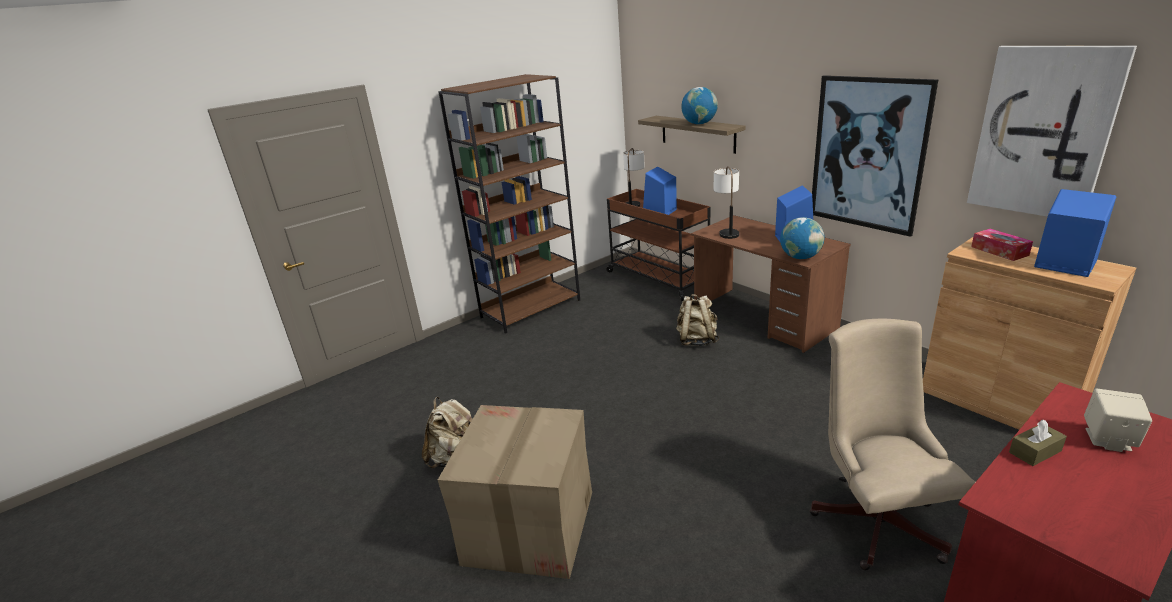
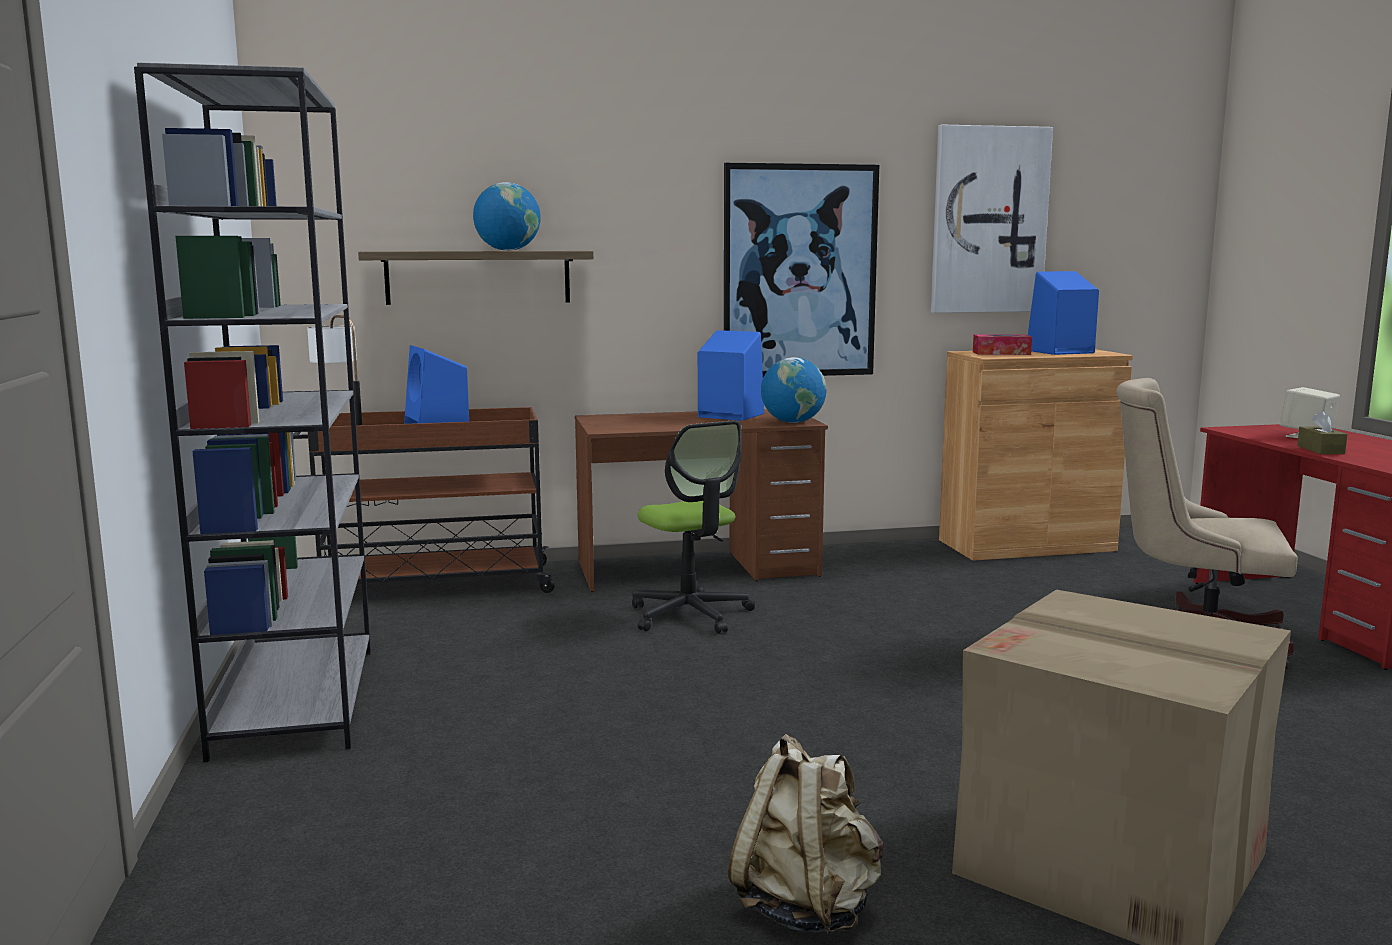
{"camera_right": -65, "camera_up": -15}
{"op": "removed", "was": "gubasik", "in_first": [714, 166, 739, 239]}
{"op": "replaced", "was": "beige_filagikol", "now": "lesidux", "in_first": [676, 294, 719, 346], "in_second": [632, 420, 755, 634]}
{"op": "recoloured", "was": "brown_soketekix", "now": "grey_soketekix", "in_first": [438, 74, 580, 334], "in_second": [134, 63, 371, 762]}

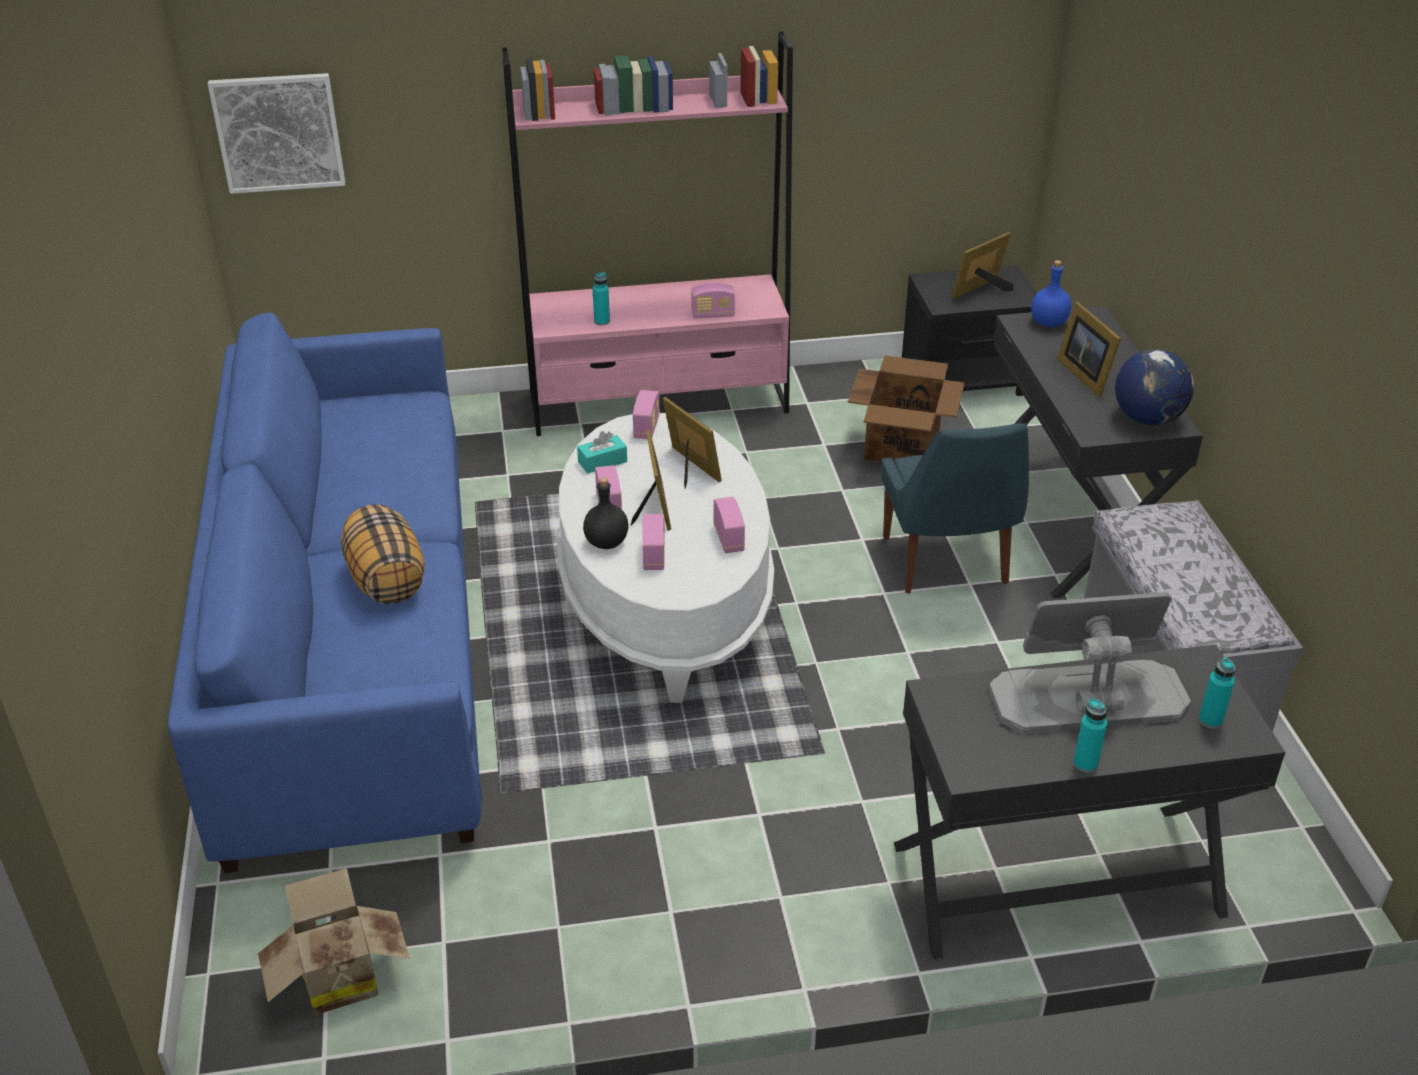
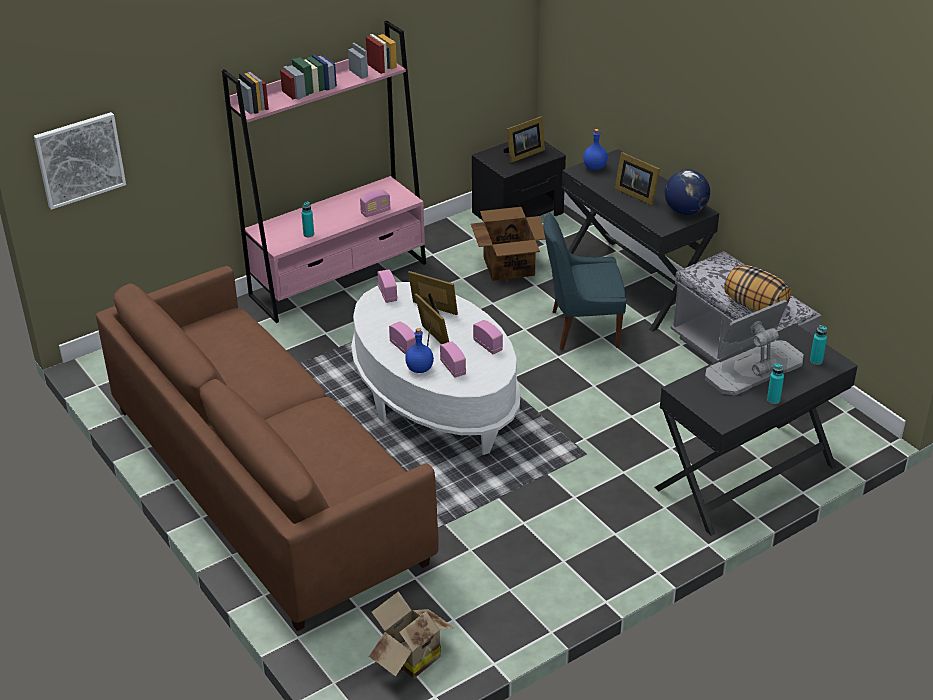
{"camera_right": -25, "camera_up": 0}
{"op": "removed", "was": "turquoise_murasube", "in_first": [577, 431, 627, 473]}
{"op": "moved", "was": "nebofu", "in_first": [341, 504, 425, 604], "in_second": [724, 265, 791, 311]}
{"op": "recoloured", "was": "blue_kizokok", "now": "brown_kizokok", "in_first": [168, 312, 482, 873], "in_second": [96, 266, 439, 631]}
{"op": "recoloured", "was": "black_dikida", "now": "blue_dikida", "in_first": [583, 478, 629, 549], "in_second": [405, 328, 434, 373]}
{"op": "turned", "was": "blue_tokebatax", "in_first": [881, 423, 1029, 593], "in_second": [543, 212, 626, 350], "clockwise": 120}
{"op": "turned", "was": "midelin", "in_first": [952, 232, 1013, 299], "in_second": [503, 116, 545, 163], "clockwise": -150}

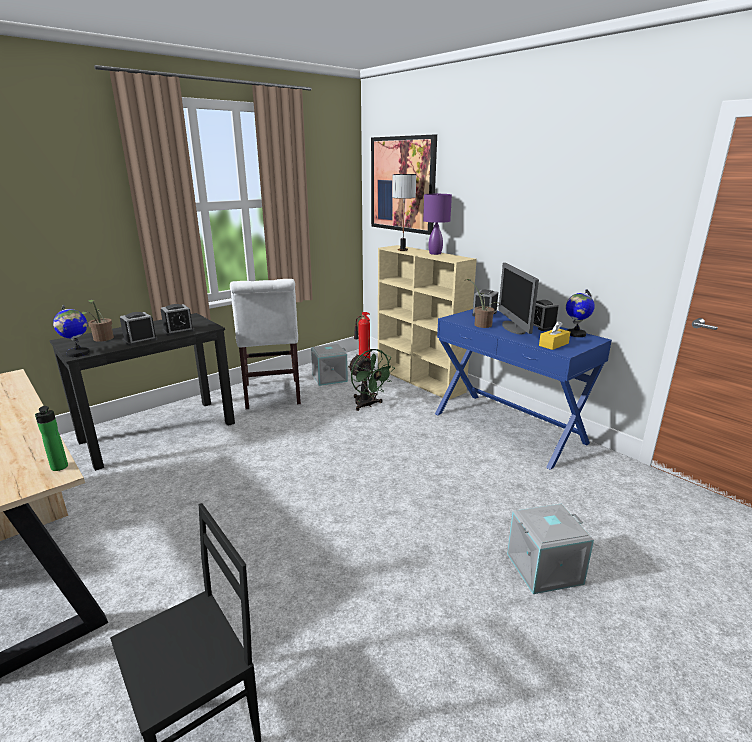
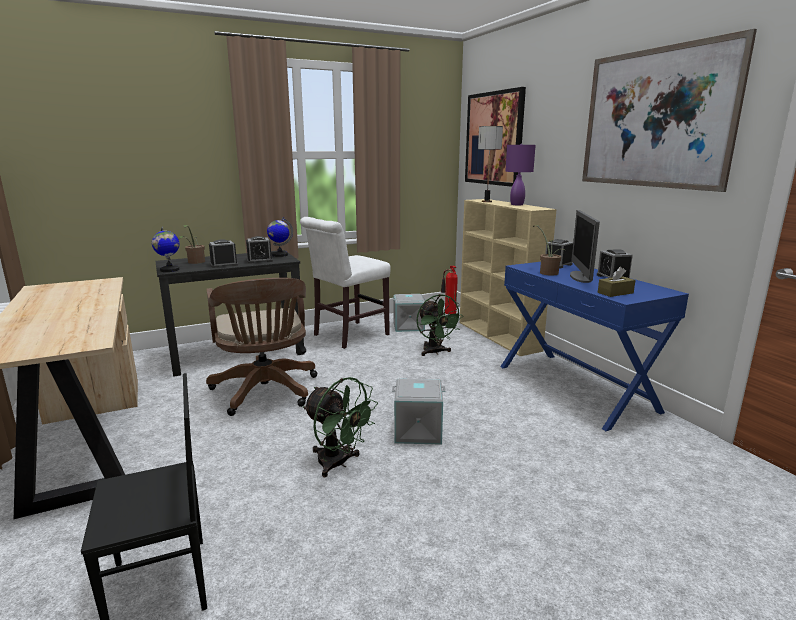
{"camera_right": 15, "camera_up": -5}
{"op": "removed", "was": "dikida", "in_first": [35, 406, 68, 471]}
{"op": "added", "now": "brown_lesidux", "in_second": [206, 278, 317, 416]}
{"op": "added", "now": "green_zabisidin", "in_second": [303, 377, 378, 477]}
{"op": "added", "now": "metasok", "in_second": [582, 29, 757, 192]}
{"op": "moved", "was": "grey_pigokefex", "in_first": [507, 504, 594, 594], "in_second": [392, 379, 445, 445]}
{"op": "moved", "was": "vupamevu", "in_first": [566, 289, 595, 337], "in_second": [267, 217, 293, 257]}
{"op": "recoloured", "was": "yellow_murasube", "now": "brown_murasube", "in_first": [539, 321, 570, 350], "in_second": [598, 267, 635, 297]}
{"op": "turned", "was": "white_tokebatax", "in_first": [230, 279, 301, 409], "in_second": [300, 217, 391, 349], "clockwise": 45}

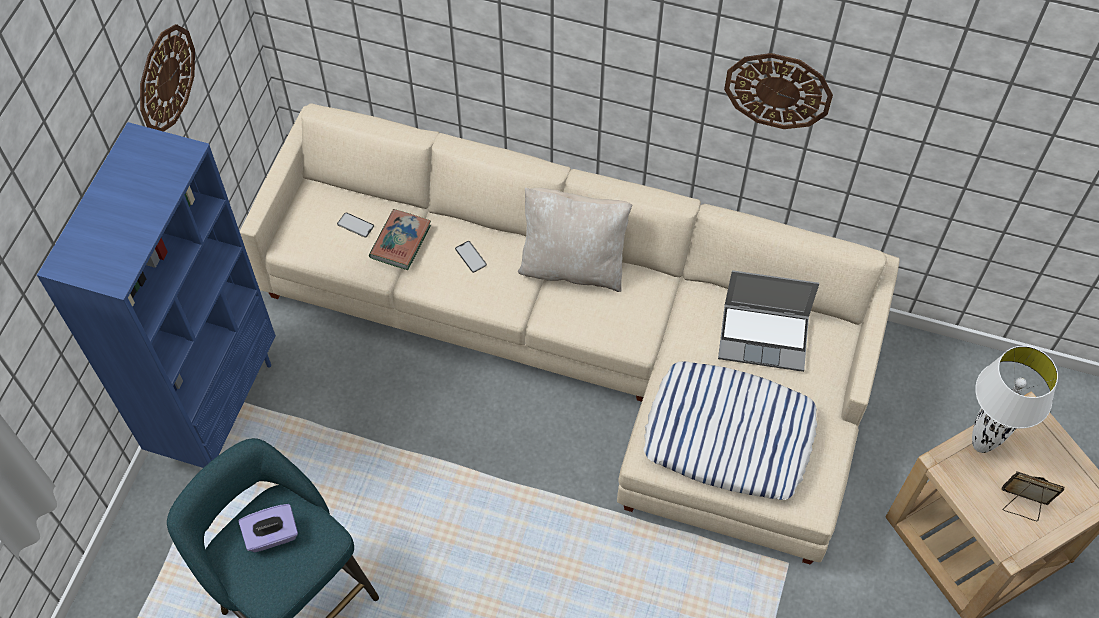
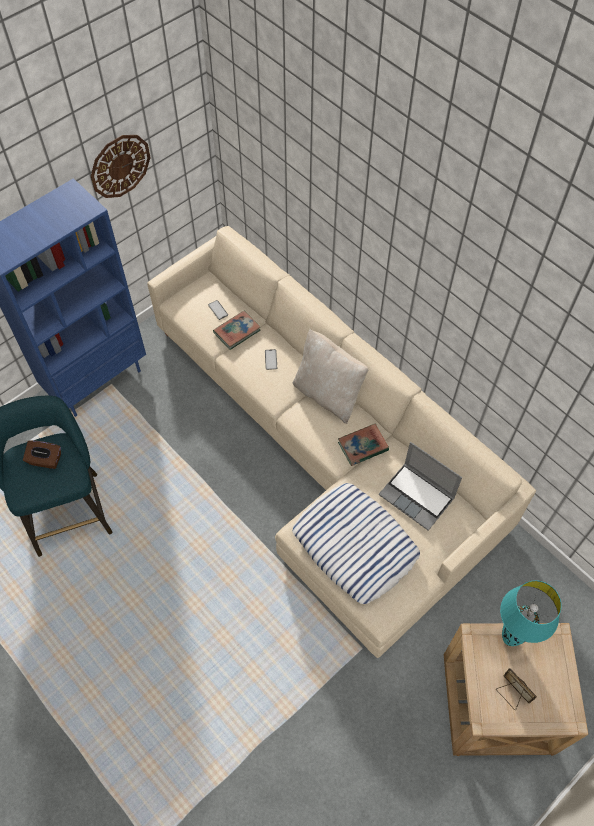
{"camera_right": 30, "camera_up": 0}
{"op": "removed", "was": "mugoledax", "in_first": [724, 53, 833, 129]}
{"op": "added", "now": "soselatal", "in_second": [338, 424, 389, 466]}
{"op": "recoloured", "was": "purple_murasube", "now": "brown_murasube", "in_first": [238, 504, 298, 552], "in_second": [23, 440, 61, 469]}
{"op": "recoloured", "was": "white_gubasik", "now": "turquoise_gubasik", "in_first": [972, 346, 1058, 453], "in_second": [500, 580, 562, 646]}

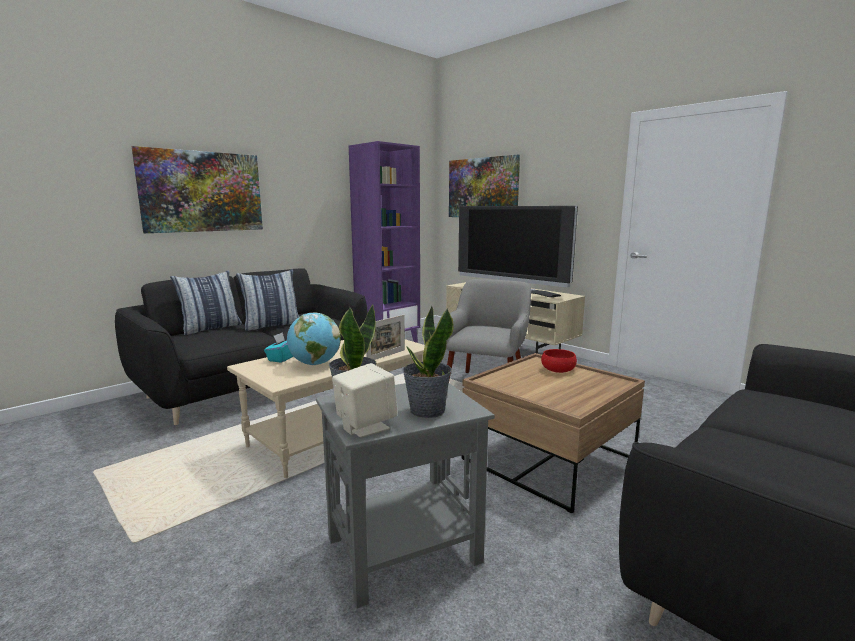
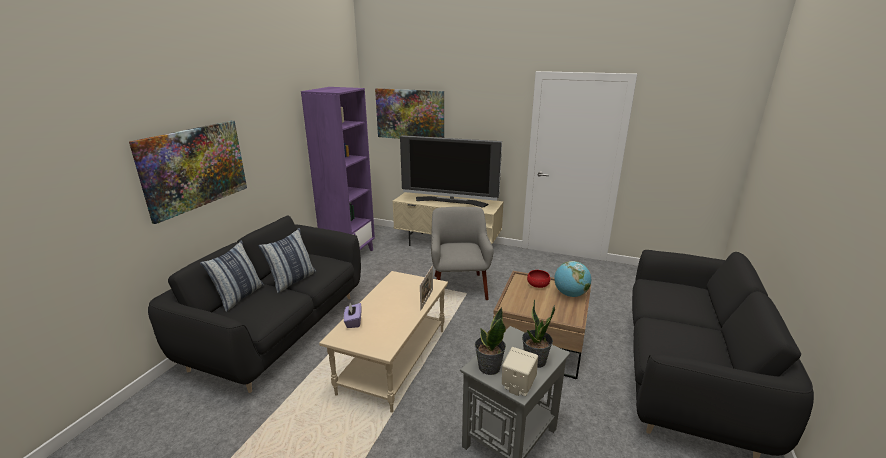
{"camera_right": -25, "camera_up": 10}
{"op": "moved", "was": "vupamevu", "in_first": [287, 312, 341, 365], "in_second": [554, 261, 591, 297]}
{"op": "recoloured", "was": "turquoise_murasube", "now": "purple_murasube", "in_first": [264, 332, 294, 363], "in_second": [344, 303, 361, 328]}

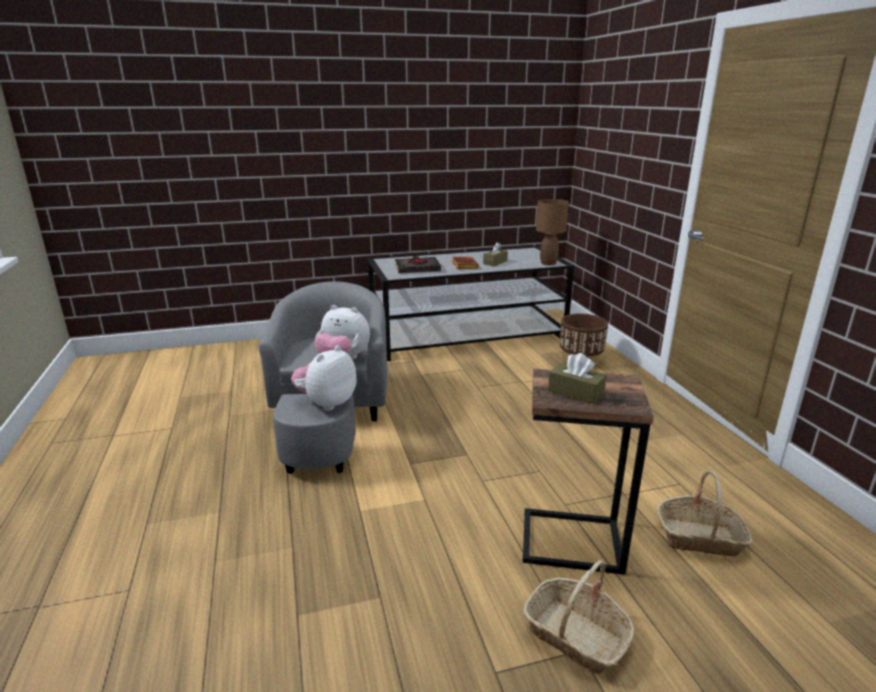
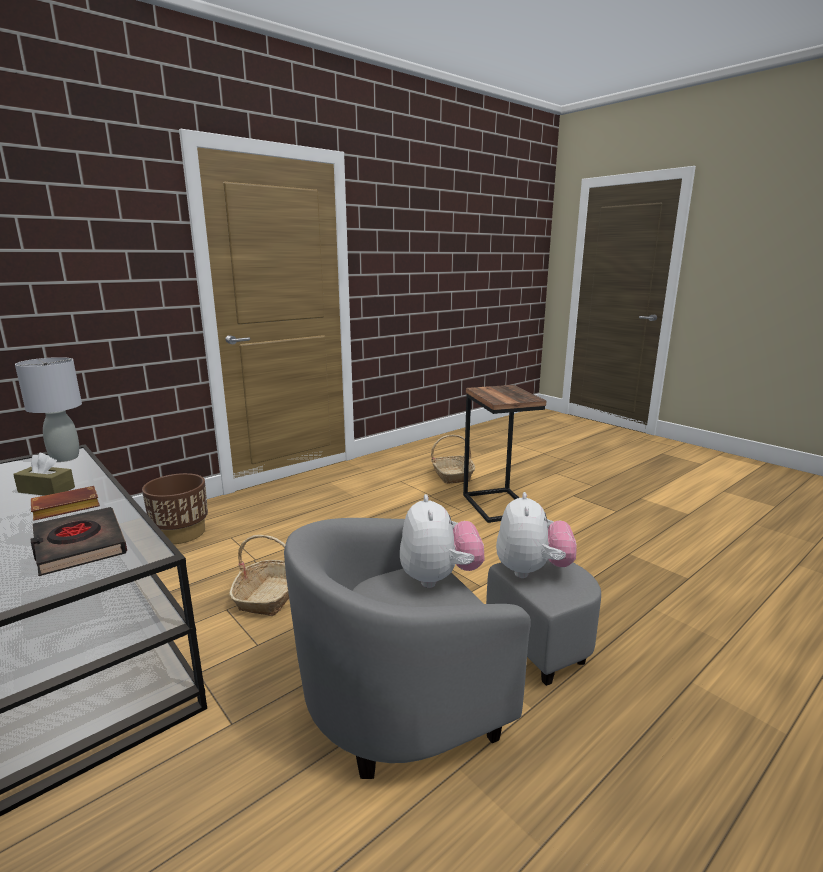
{"camera_right": -115, "camera_up": -5}
{"op": "removed", "was": "brown_murasube", "in_first": [548, 353, 607, 404]}
{"op": "moved", "was": "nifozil", "in_first": [523, 560, 635, 674], "in_second": [229, 535, 289, 616]}
{"op": "recoloured", "was": "brown_gubasik", "now": "grey_gubasik", "in_first": [536, 199, 569, 266], "in_second": [15, 357, 82, 462]}
{"op": "turned", "was": "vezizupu", "in_first": [291, 346, 357, 411], "in_second": [496, 492, 577, 578], "clockwise": -90}

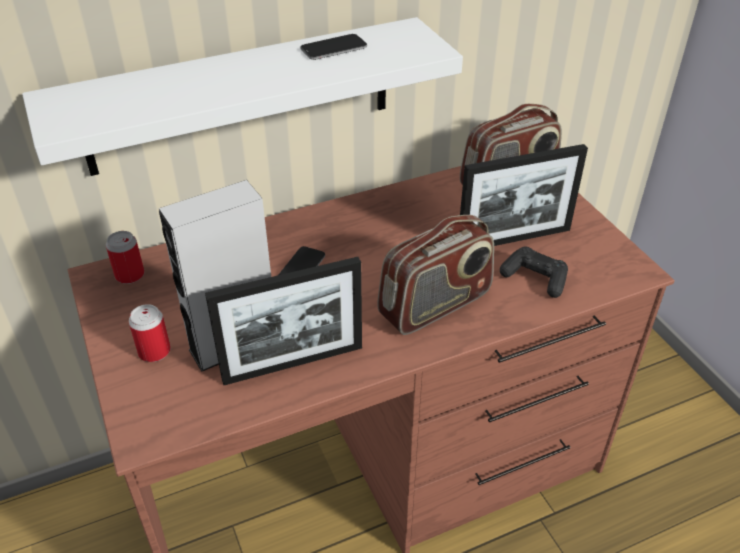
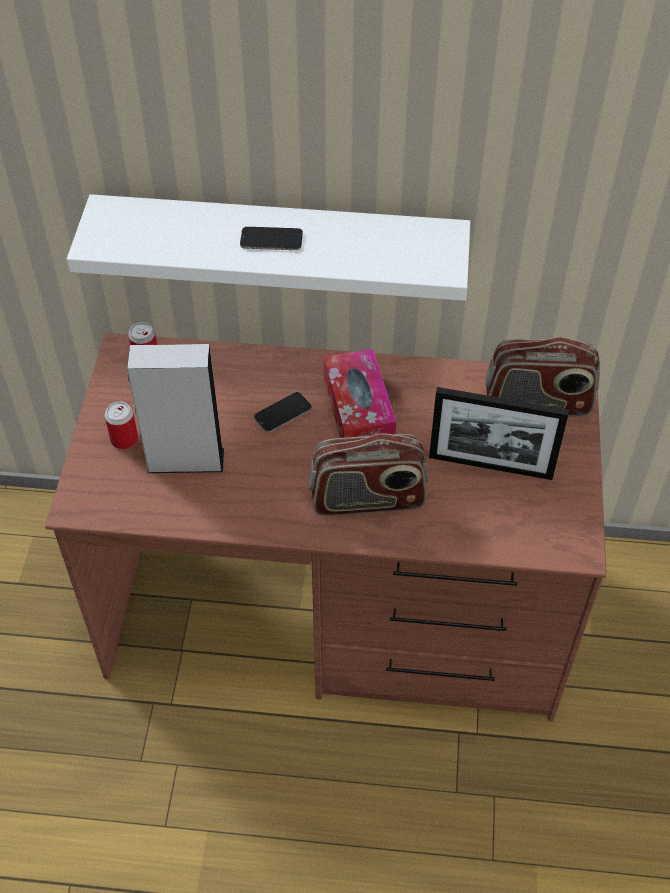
{"camera_right": 30, "camera_up": 10}
{"op": "removed", "was": "midelin", "in_first": [205, 257, 362, 385]}
{"op": "removed", "was": "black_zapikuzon", "in_first": [500, 247, 568, 298]}
{"op": "added", "now": "murasube", "in_second": [324, 349, 396, 438]}
{"op": "moved", "was": "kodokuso", "in_first": [300, 34, 367, 60], "in_second": [240, 227, 303, 250]}

